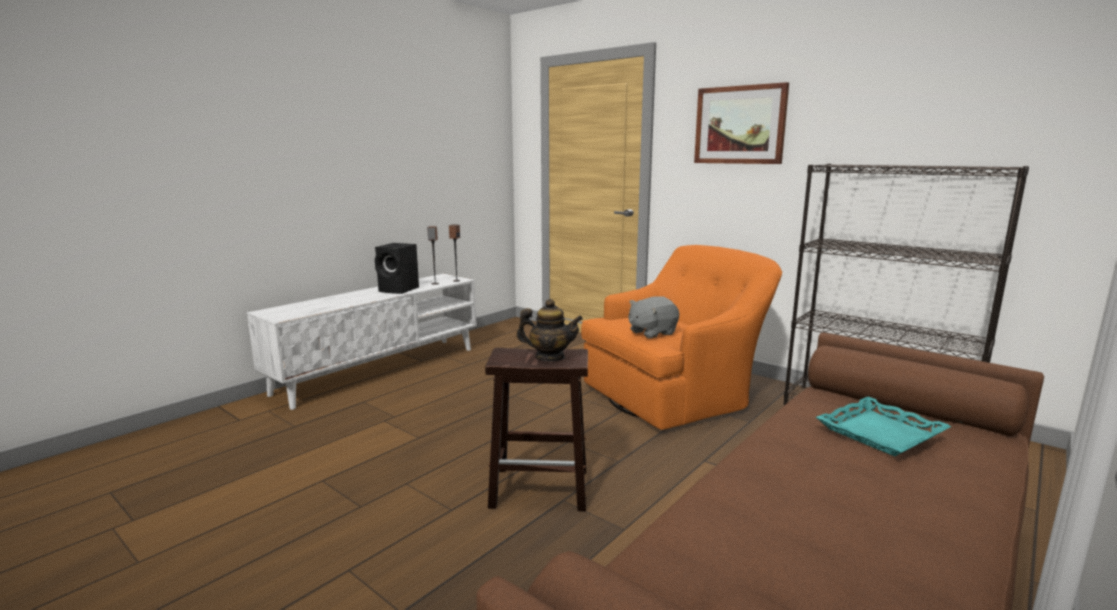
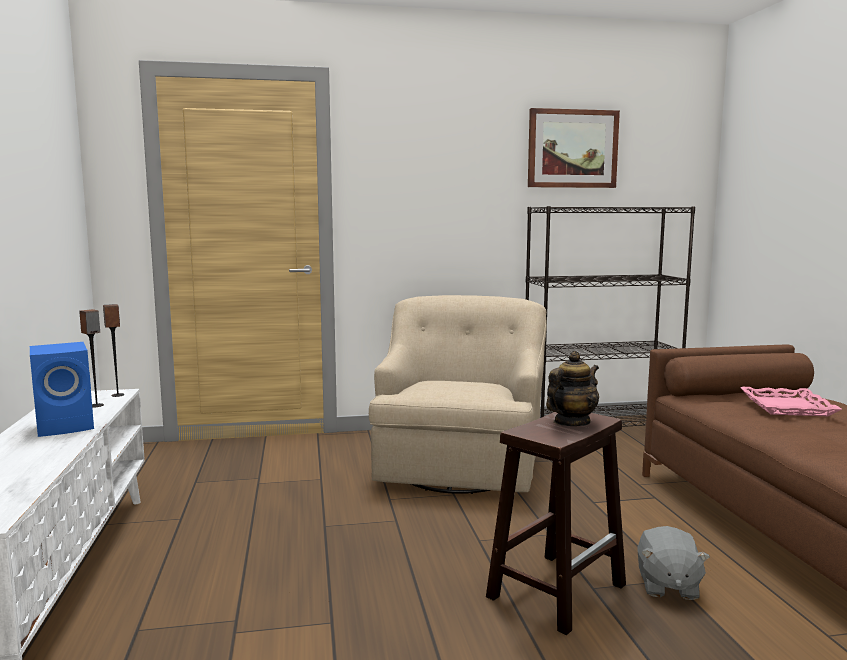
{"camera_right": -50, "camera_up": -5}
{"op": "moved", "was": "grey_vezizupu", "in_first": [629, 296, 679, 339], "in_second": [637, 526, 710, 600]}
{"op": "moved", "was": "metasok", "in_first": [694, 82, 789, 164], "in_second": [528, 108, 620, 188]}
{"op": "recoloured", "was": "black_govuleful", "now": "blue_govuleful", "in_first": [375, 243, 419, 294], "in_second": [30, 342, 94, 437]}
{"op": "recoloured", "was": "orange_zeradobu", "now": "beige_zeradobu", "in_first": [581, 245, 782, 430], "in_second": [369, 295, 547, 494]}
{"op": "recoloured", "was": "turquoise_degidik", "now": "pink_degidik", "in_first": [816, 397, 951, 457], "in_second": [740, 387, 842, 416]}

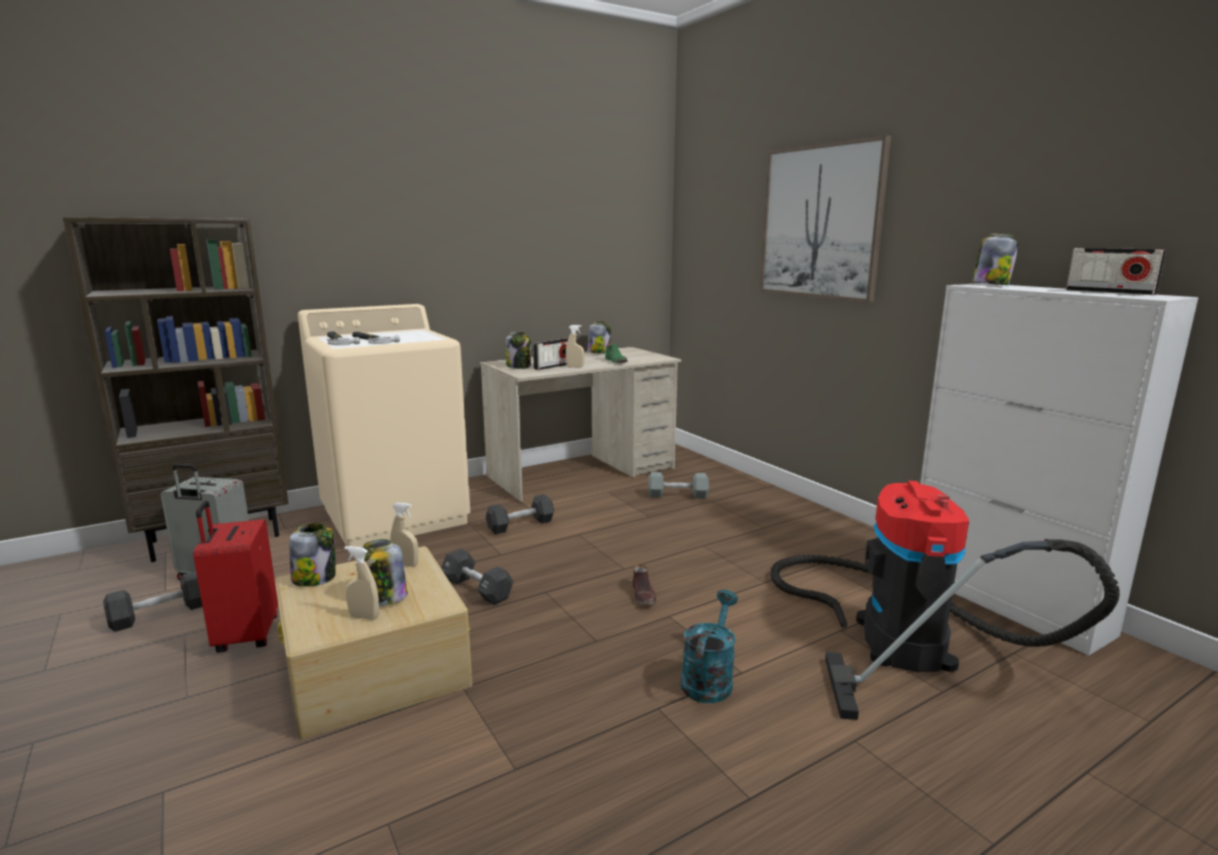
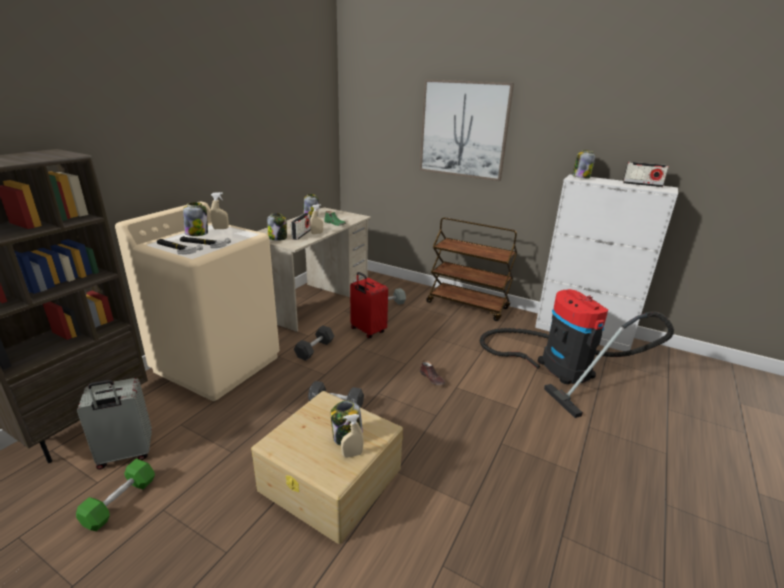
{"camera_right": -30, "camera_up": 10}
{"op": "removed", "was": "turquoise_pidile", "in_first": [681, 590, 738, 703]}
{"op": "added", "now": "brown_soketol", "in_second": [426, 217, 517, 321]}
{"op": "moved", "was": "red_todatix", "in_first": [193, 501, 278, 653], "in_second": [350, 272, 388, 338]}
{"op": "moved", "was": "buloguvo", "in_first": [289, 523, 336, 587], "in_second": [183, 202, 208, 236]}
{"op": "moved", "was": "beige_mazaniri", "in_first": [390, 502, 418, 566], "in_second": [210, 192, 229, 229]}
{"op": "recoloured", "was": "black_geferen", "now": "green_geferen", "in_first": [103, 571, 202, 632], "in_second": [76, 459, 155, 531]}

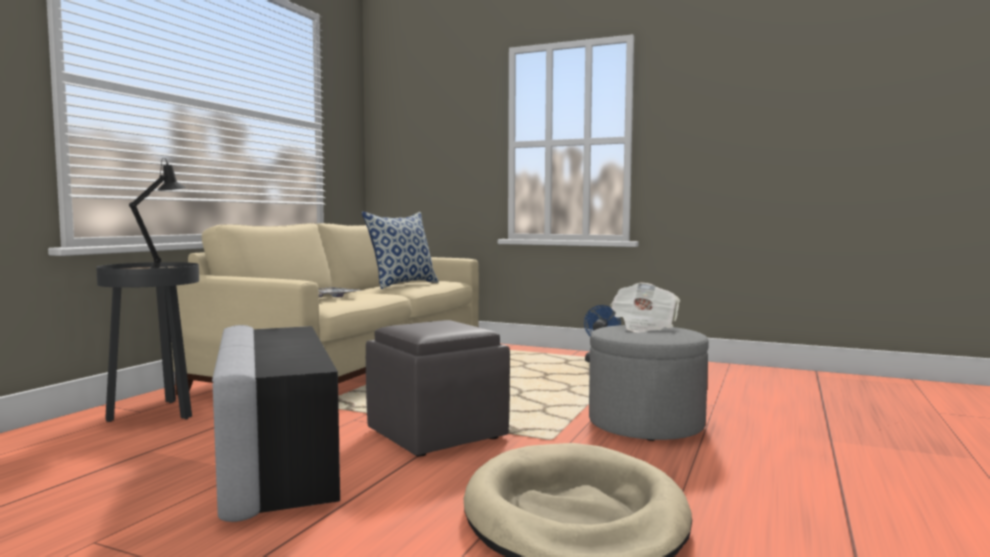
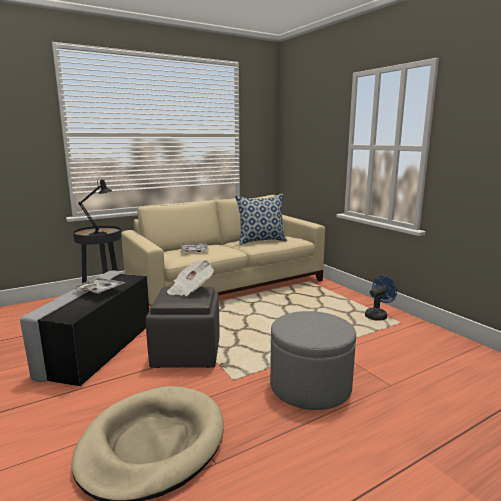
{"camera_right": 35, "camera_up": 10}
{"op": "added", "now": "degidik", "in_second": [73, 278, 125, 294]}
{"op": "moved", "was": "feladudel", "in_first": [610, 283, 680, 332], "in_second": [167, 260, 214, 296]}

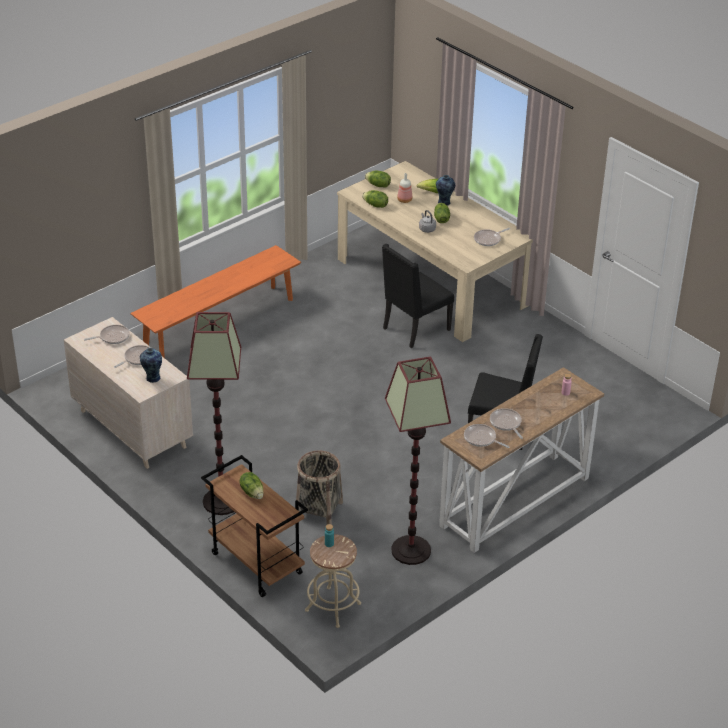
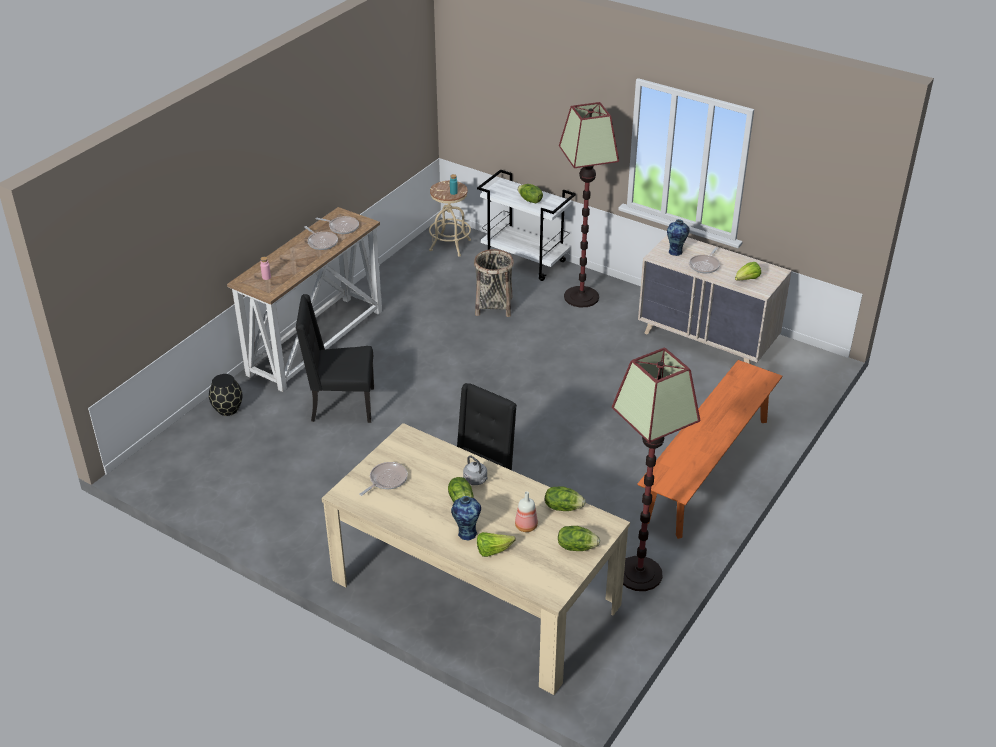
{"camera_right": 165, "camera_up": 0}
{"op": "added", "now": "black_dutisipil", "in_second": [209, 374, 242, 416]}
{"op": "moved", "was": "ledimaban", "in_first": [385, 357, 451, 565], "in_second": [612, 348, 700, 591]}
{"op": "replaced", "was": "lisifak", "now": "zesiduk", "in_first": [84, 325, 130, 344], "in_second": [735, 262, 761, 281]}
{"op": "recoloured", "was": "brown_soketol", "now": "white_soketol", "in_first": [201, 455, 308, 597], "in_second": [477, 170, 576, 281]}

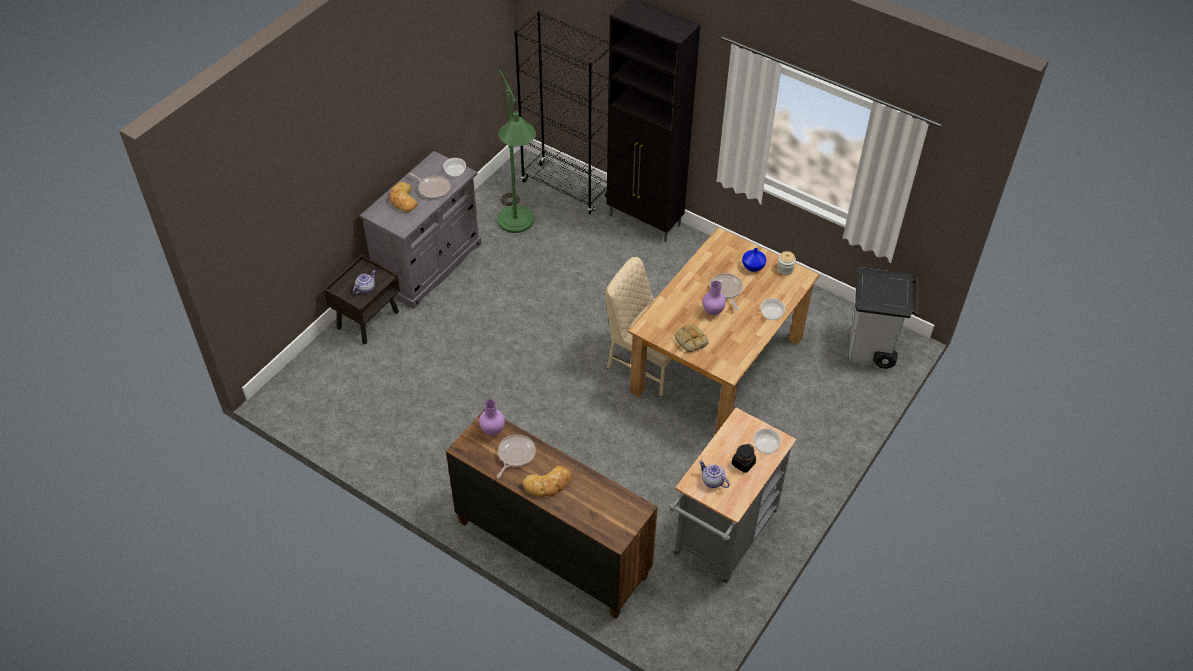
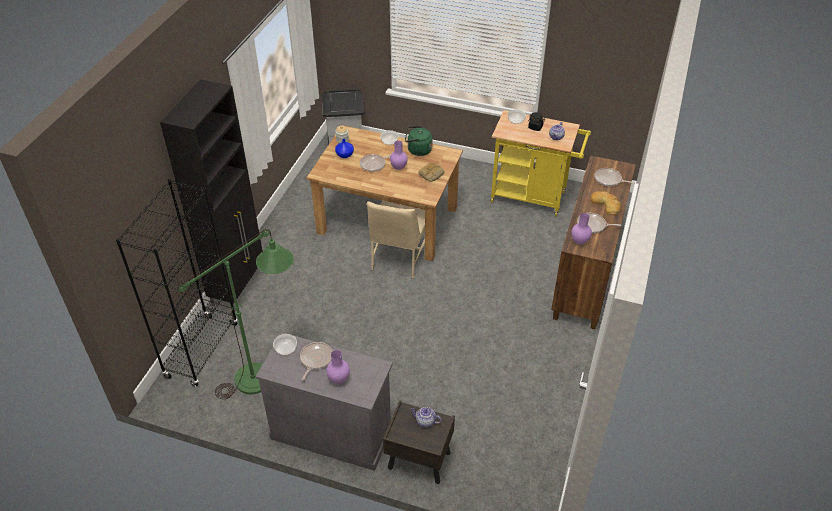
{"camera_right": -105, "camera_up": -5}
{"op": "added", "now": "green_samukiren", "in_second": [405, 126, 433, 156]}
{"op": "added", "now": "lisifak", "in_second": [595, 168, 635, 186]}
{"op": "replaced", "was": "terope", "now": "purple_dutisipil", "in_first": [389, 182, 418, 213], "in_second": [326, 350, 350, 384]}
{"op": "recoloured", "was": "grey_soketol", "now": "yellow_soketol", "in_first": [669, 408, 797, 584], "in_second": [491, 110, 591, 217]}

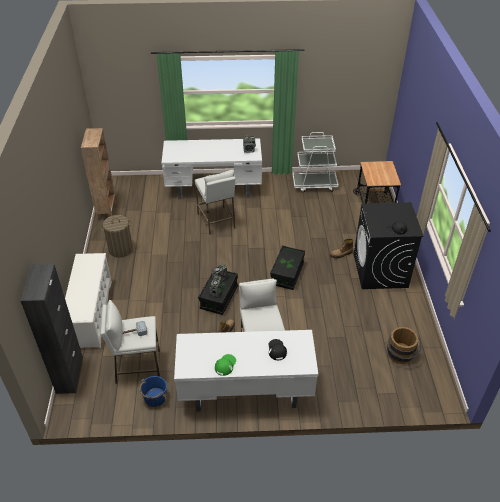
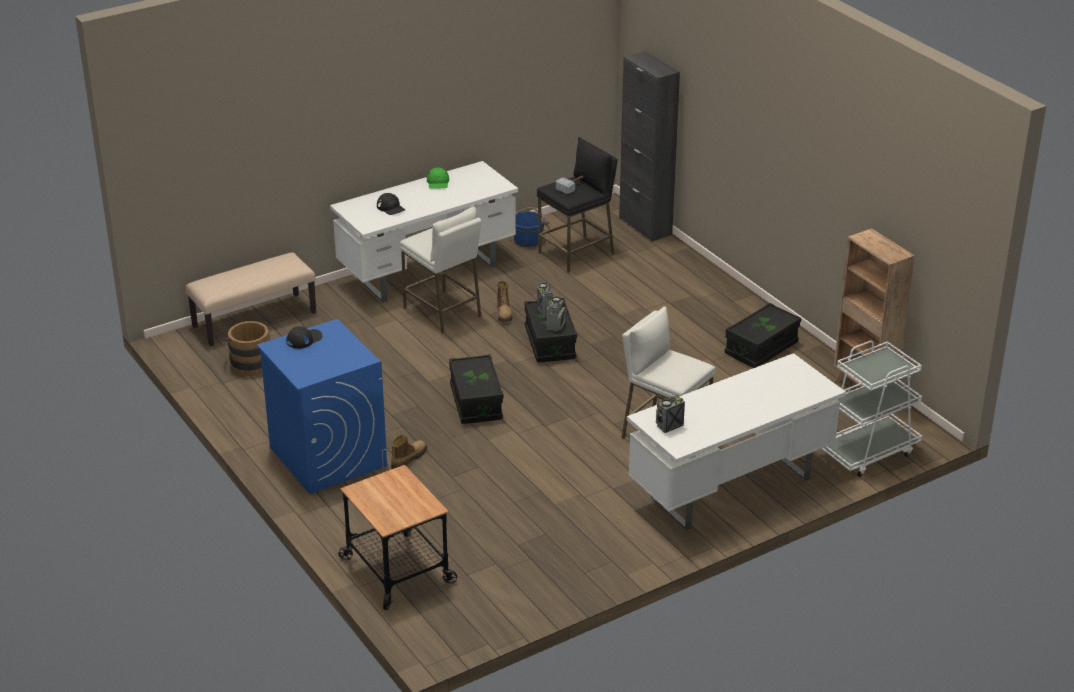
{"camera_right": 150, "camera_up": -10}
{"op": "removed", "was": "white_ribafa", "in_first": [65, 253, 112, 348]}
{"op": "added", "now": "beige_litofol", "in_second": [186, 252, 316, 346]}
{"op": "moved", "was": "white_soketol", "in_first": [293, 132, 339, 192], "in_second": [822, 341, 922, 477]}
{"op": "replaced", "was": "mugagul", "now": "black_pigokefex", "in_first": [100, 215, 133, 258], "in_second": [725, 303, 801, 368]}
{"op": "recoloured", "was": "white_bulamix", "now": "black_bulamix", "in_first": [101, 300, 160, 384], "in_second": [537, 137, 618, 273]}
{"op": "recoloured", "was": "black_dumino", "now": "blue_dumino", "in_first": [354, 202, 424, 289], "in_second": [257, 319, 387, 494]}

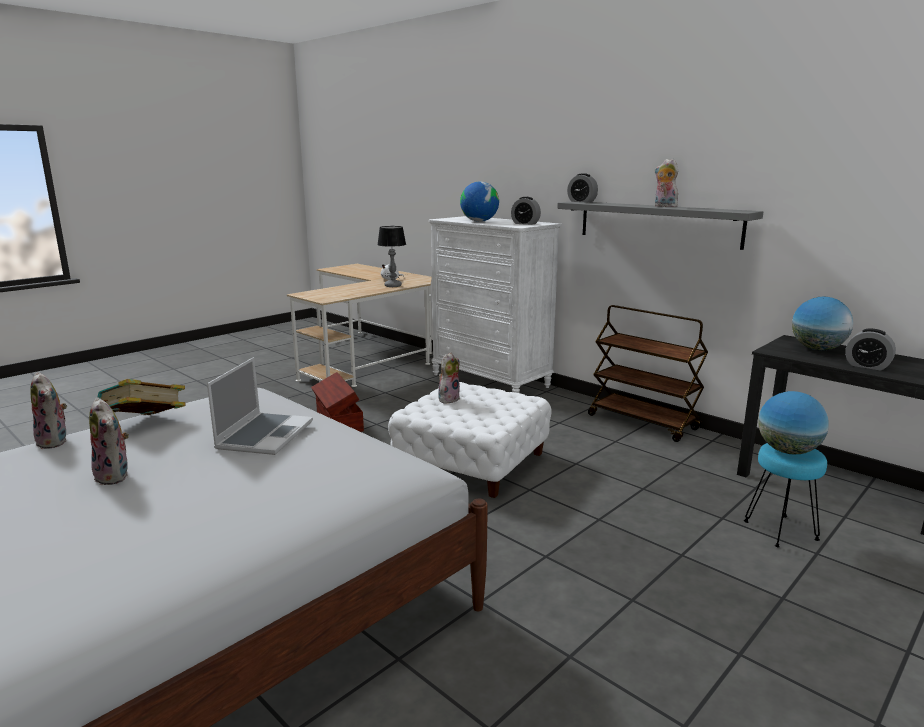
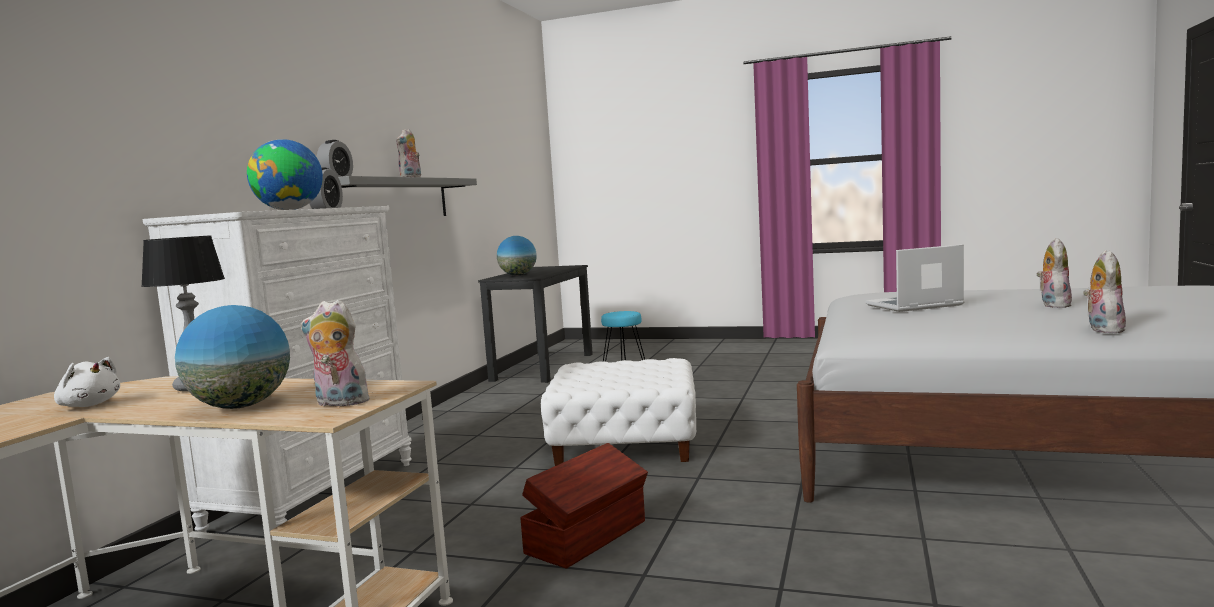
{"camera_right": -115, "camera_up": -10}
{"op": "removed", "was": "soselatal", "in_first": [97, 379, 185, 415]}
{"op": "removed", "was": "brown_soketol", "in_first": [588, 305, 708, 442]}
{"op": "removed", "was": "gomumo", "in_first": [845, 329, 896, 371]}
{"op": "moved", "was": "vezizupu", "in_first": [438, 352, 460, 404], "in_second": [301, 300, 372, 406]}
{"op": "moved", "was": "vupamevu", "in_first": [758, 391, 829, 454], "in_second": [175, 305, 290, 409]}

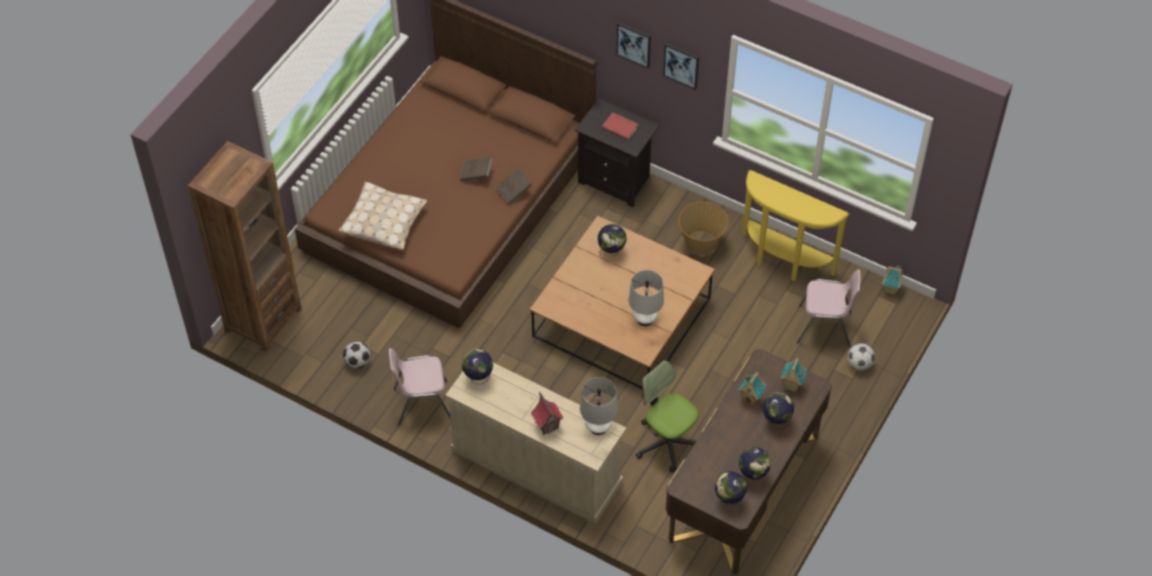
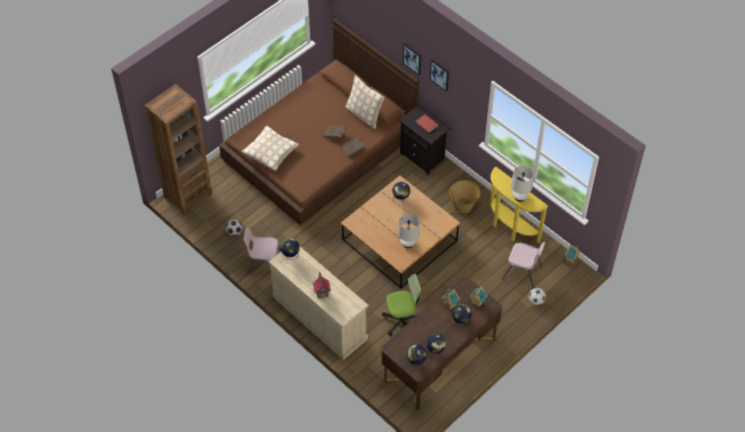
{"camera_right": 15, "camera_up": 0}
{"op": "added", "now": "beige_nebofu", "in_second": [345, 75, 385, 129]}
{"op": "moved", "was": "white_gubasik", "in_first": [580, 377, 618, 435], "in_second": [511, 166, 534, 202]}
{"op": "moved", "was": "metasok", "in_first": [663, 43, 699, 89], "in_second": [403, 44, 421, 75]}
{"op": "turned", "was": "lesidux", "in_first": [636, 360, 699, 472], "in_second": [382, 274, 421, 336], "clockwise": 105}

